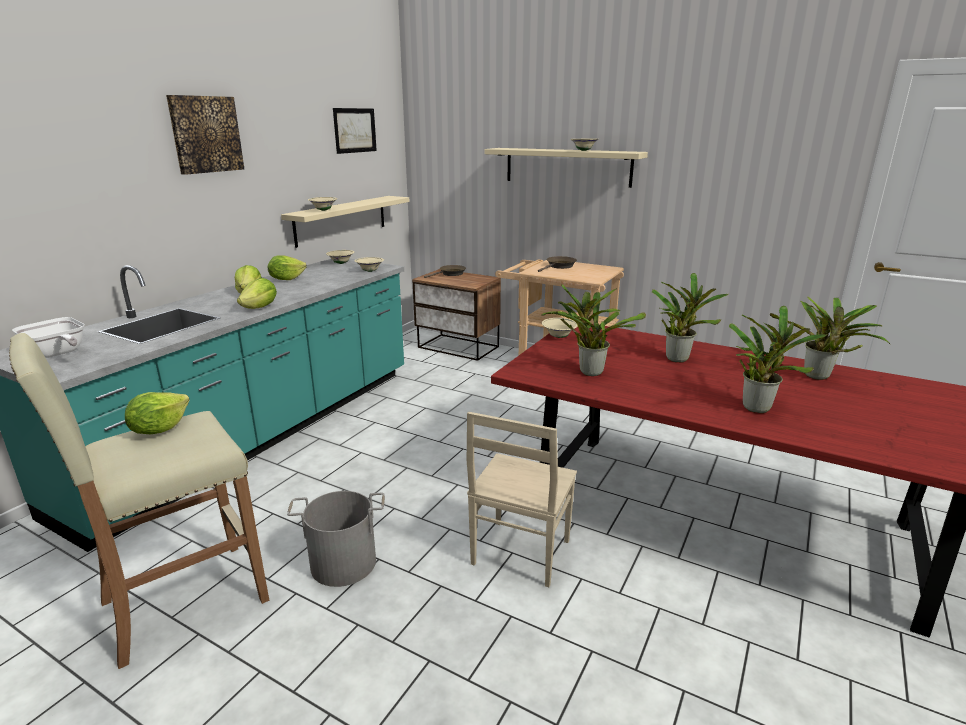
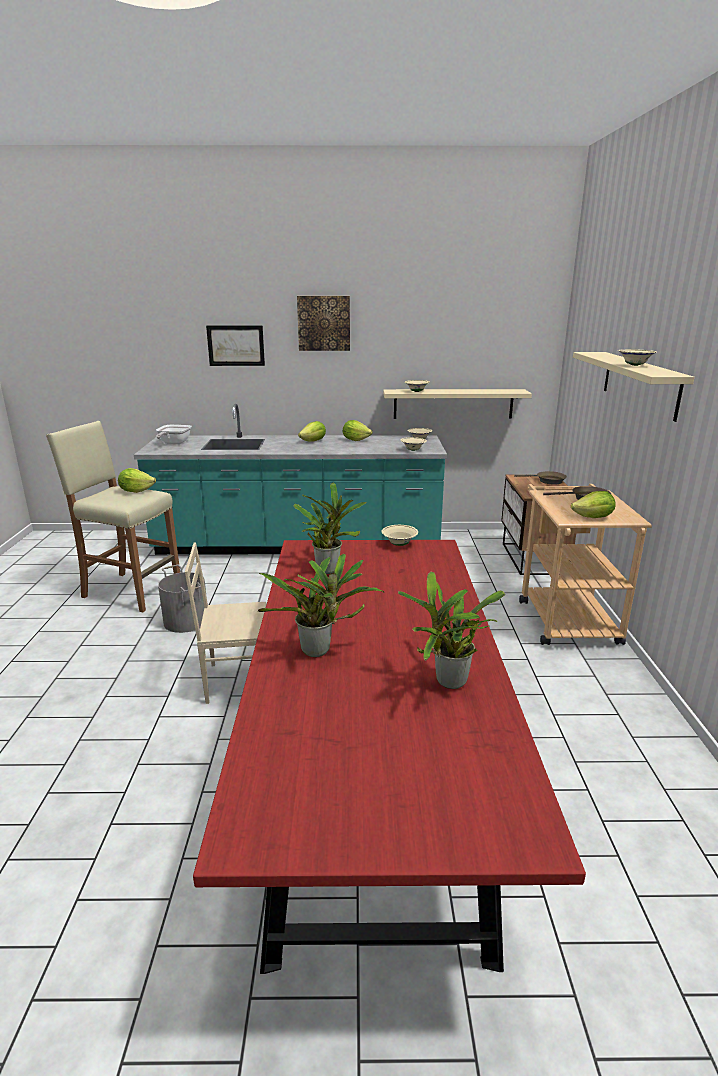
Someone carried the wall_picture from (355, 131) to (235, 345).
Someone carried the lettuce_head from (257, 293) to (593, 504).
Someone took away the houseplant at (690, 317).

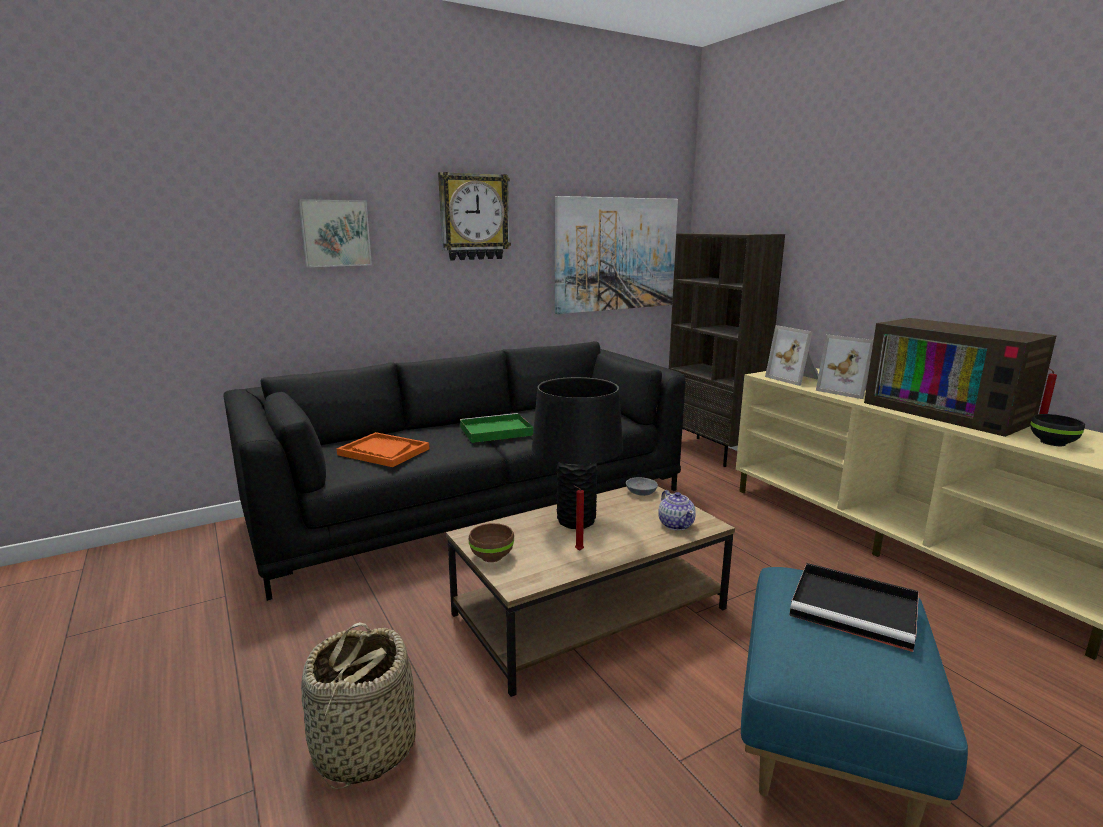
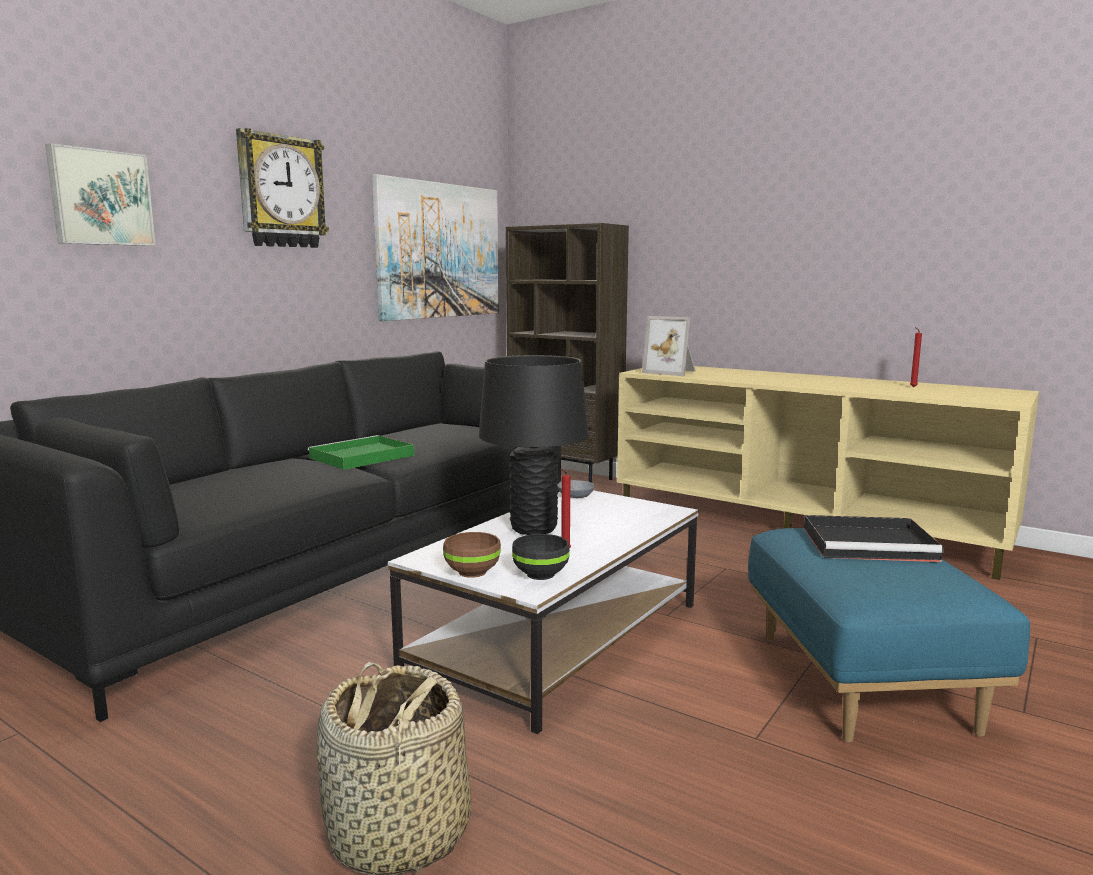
Someone repainted the brown_lounge_table at (590, 591), which became the white_lounge_table at (543, 612).
Someone carried the black_bowl from (1057, 430) to (541, 557).
Someone took away the orangey_tray at (383, 449).
Someone took away the tea_pot at (677, 510).
Someone took away the photo_frame at (845, 366).
Someone took away the television at (960, 377).

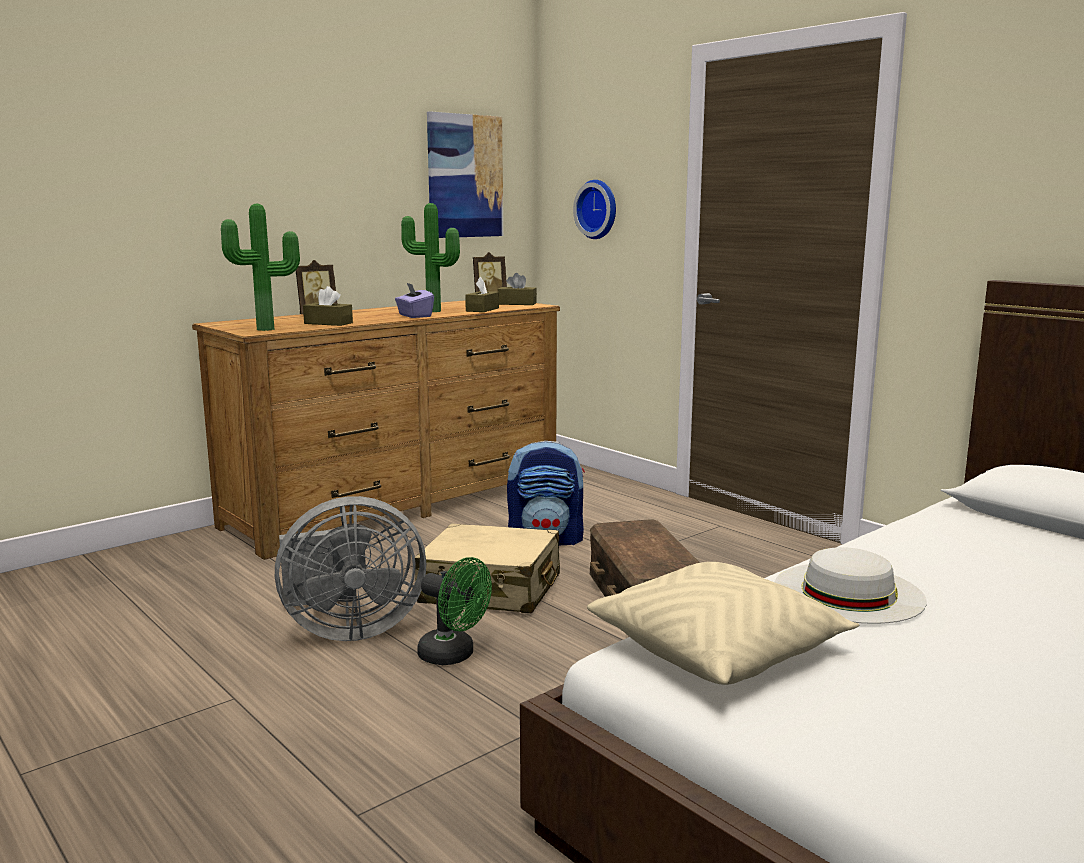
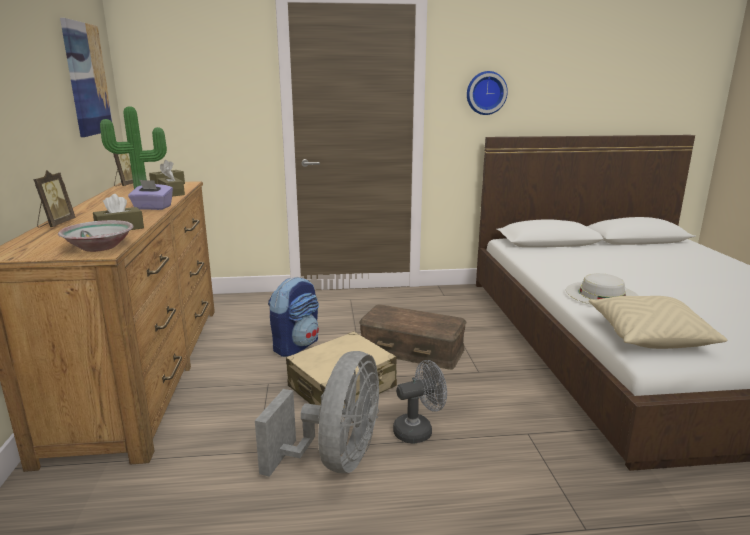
Someone swapped the houseplant at (260, 267) for the bowl at (96, 236).
Someone repainted the green_fan at (454, 611), which became the grey_fan at (420, 402).
Someone carried the wall_clock from (594, 209) to (487, 93).

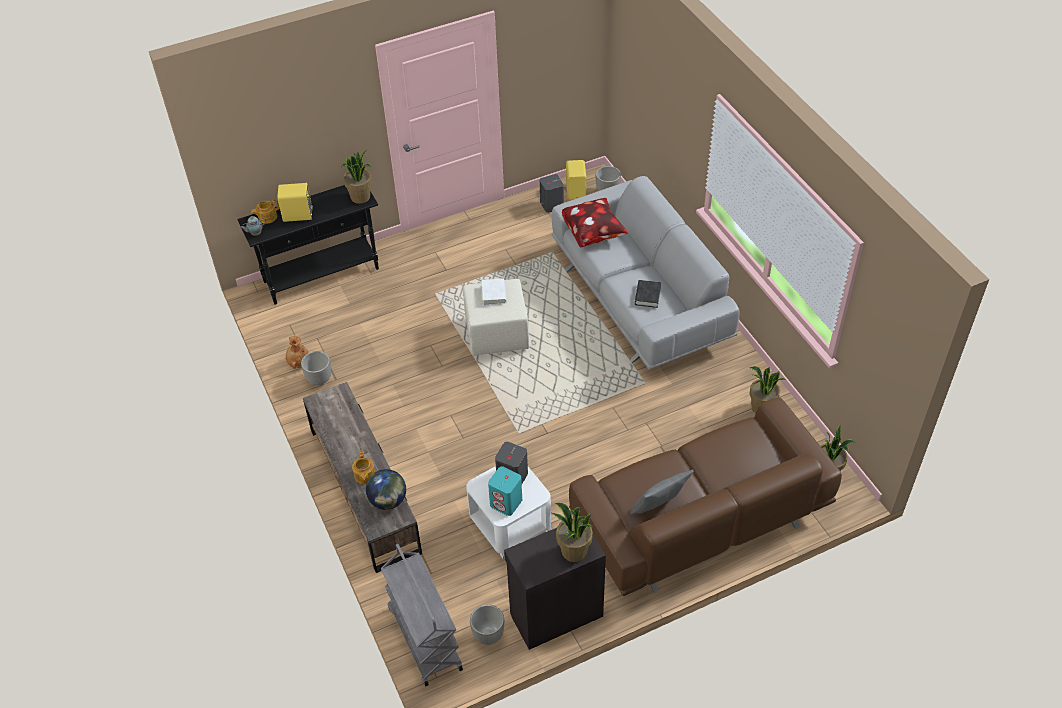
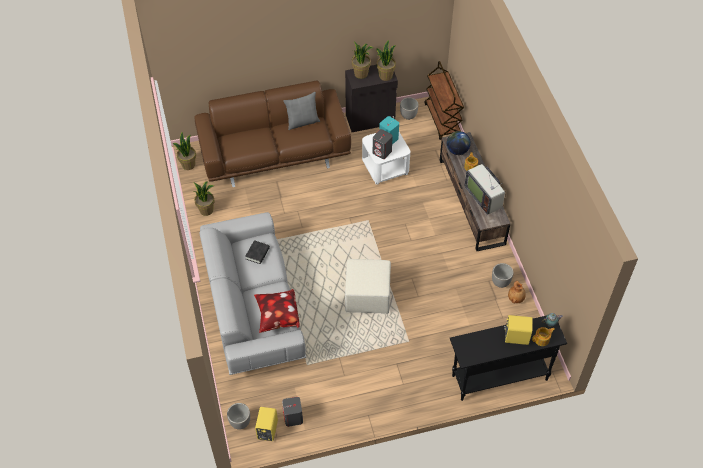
Someone carried the houseplant from (356, 176) to (386, 60).
Someone repainted the grey_trolley at (422, 615), which became the brown_trolley at (444, 100).
Someone put down the television at (484, 189).
Someone took away the white_volume at (494, 291).

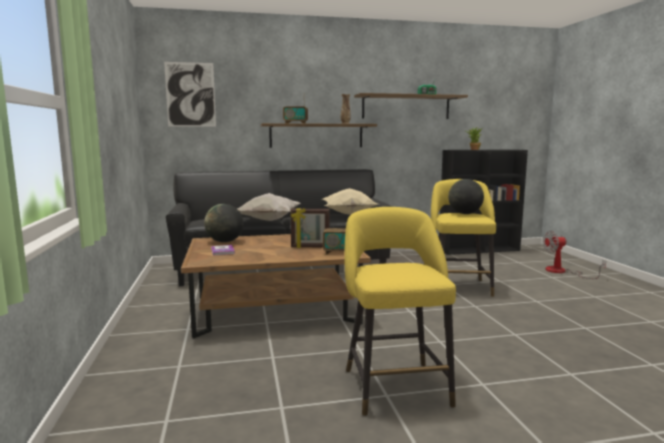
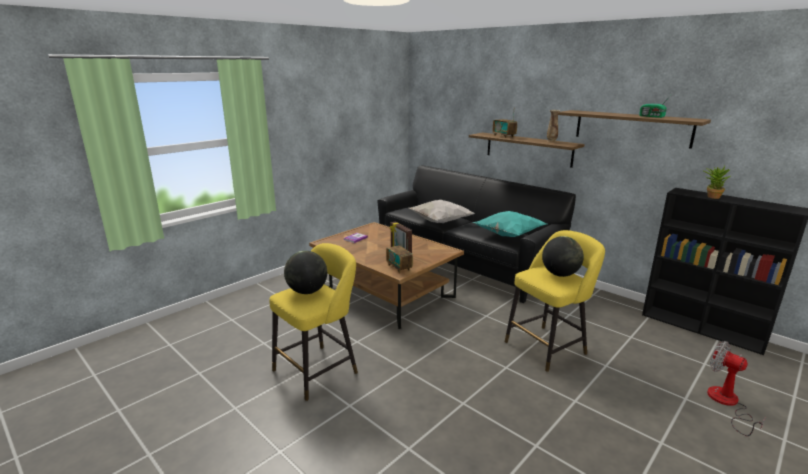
Someone carried the desk_globe from (224, 223) to (305, 272).
Someone repainted the beige_throw_pillow at (350, 201), which became the turquoise_throw_pillow at (509, 224).
Someone took away the wall_picture at (190, 94).

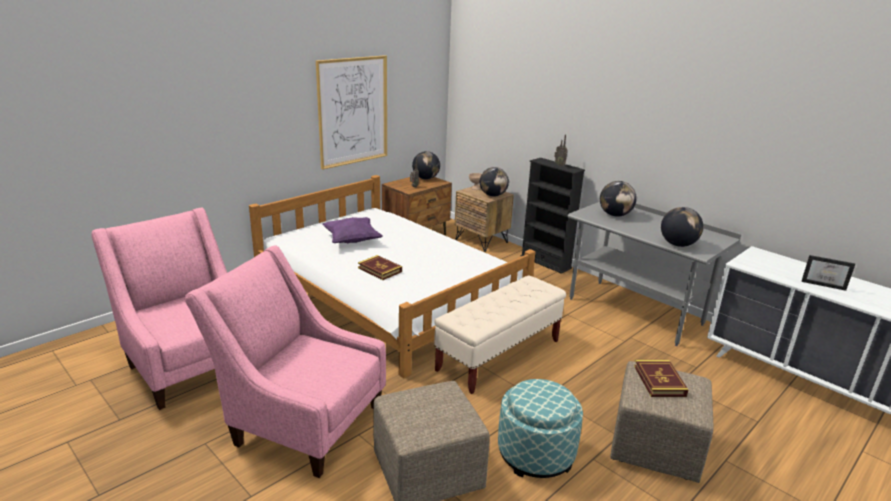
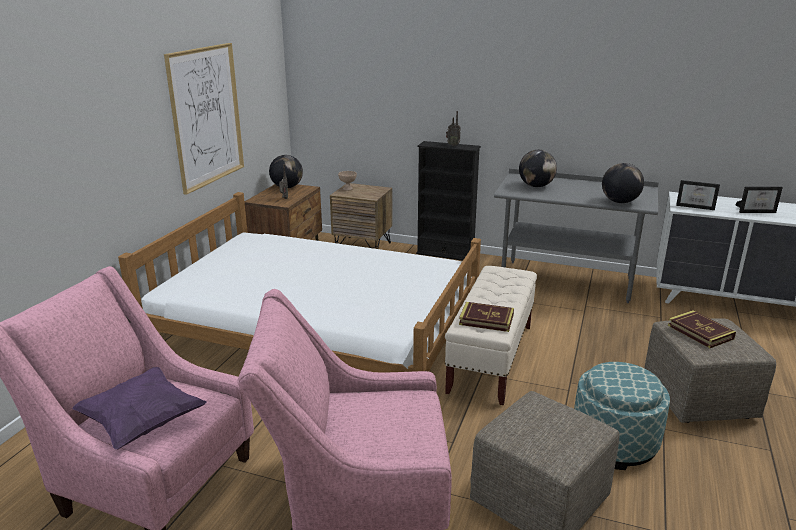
Someone carried the purplish_throw_pillow from (352, 230) to (139, 408).
Someone carried the volume from (380, 267) to (486, 317).
Someone put down the photo_frame at (698, 195).
Someone took away the desk_globe at (494, 182).

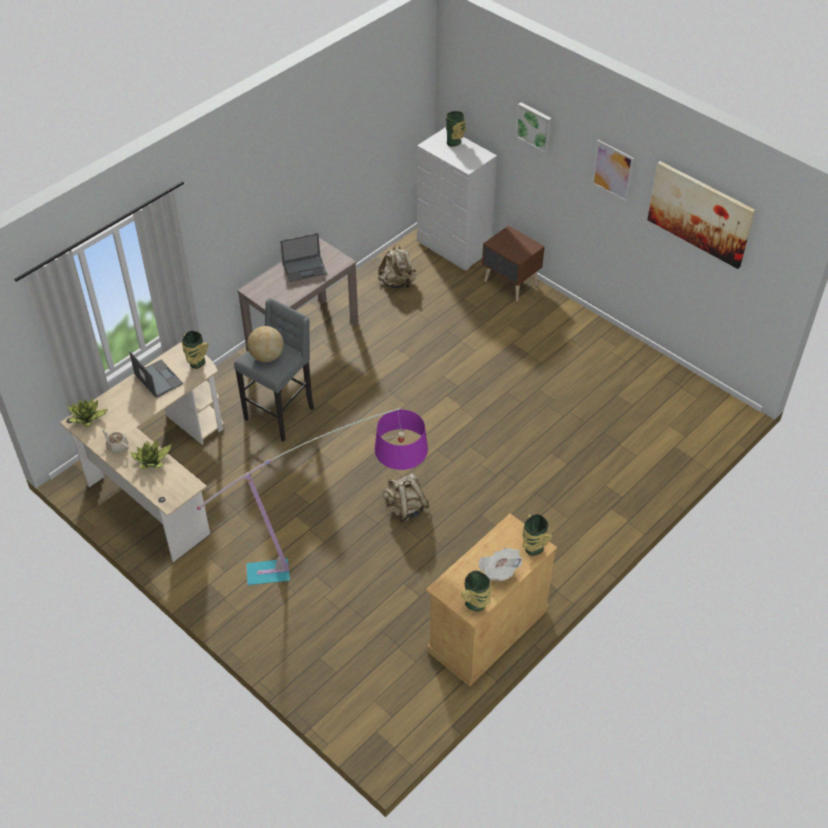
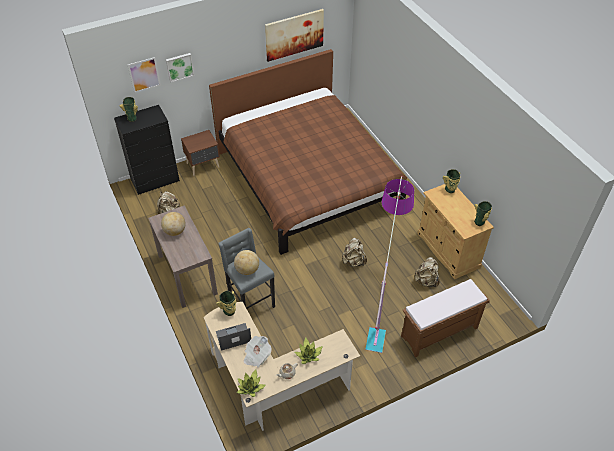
Someone repainted the white_dresser at (457, 199), which became the black_dresser at (147, 150).
Someone carried the wall_picture from (613, 171) to (144, 75).
Someone swapped the notebook_computer at (303, 257) for the desk_globe at (173, 224).
Someone put down the brown_sleeping_bed at (308, 152).
Someone carried the newspaper from (500, 564) to (257, 351).
Someone put down the brown_indoor_bench at (445, 318).
Someone put down the beige_backpack at (427, 272).

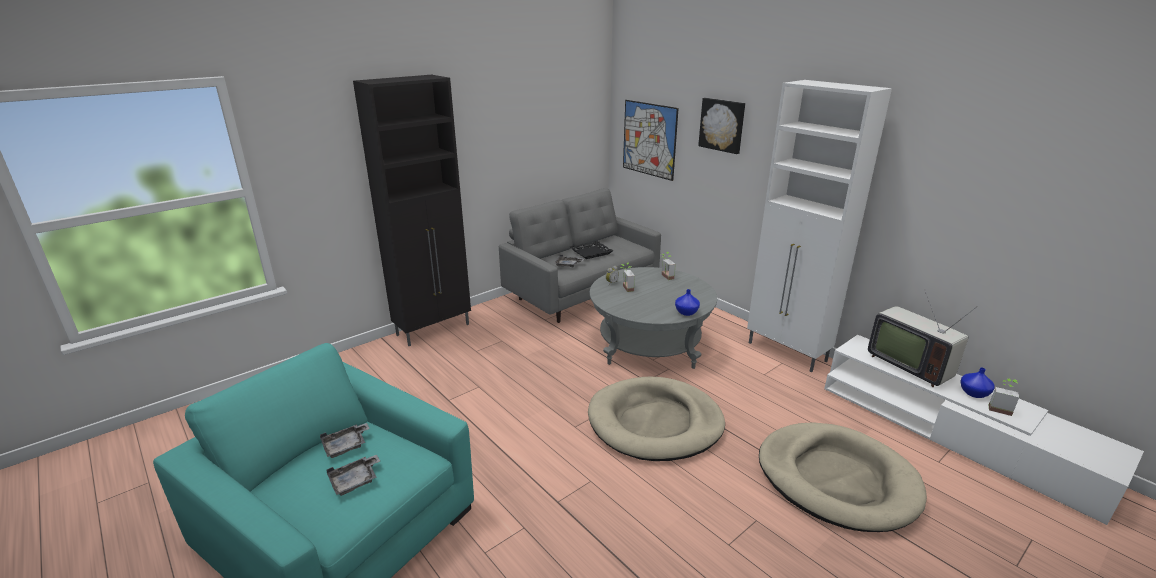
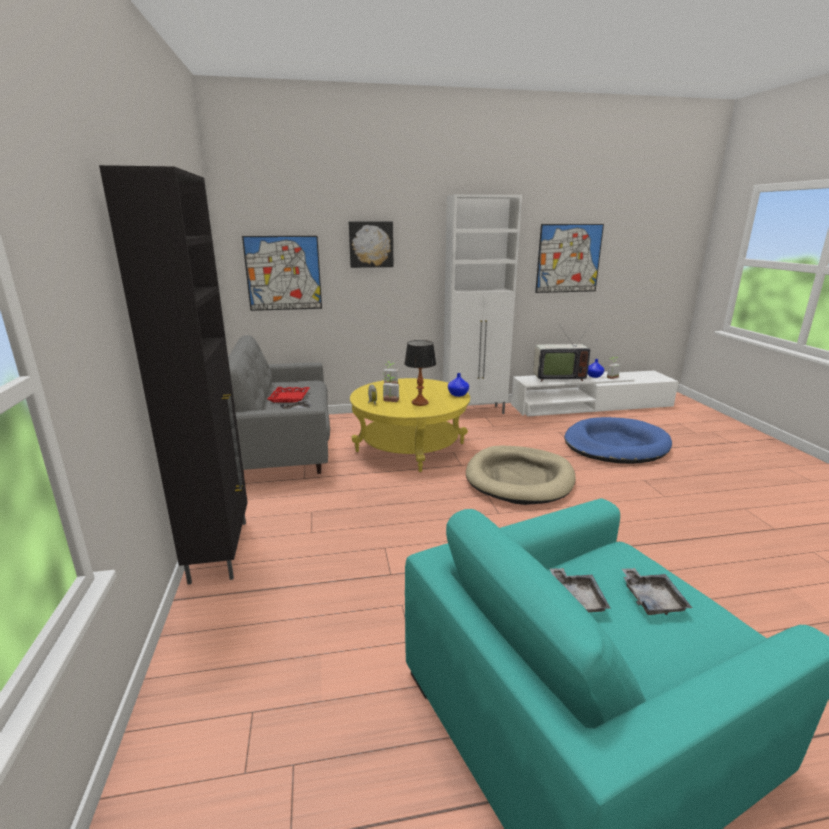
Someone repainted the black_tray at (592, 250), which became the reddish_tray at (289, 394).
Someone repainted the grey_lounge_table at (653, 318), which became the yellow-coloured_lounge_table at (410, 425).
Someone put down the lamp_for_a_table at (420, 373).
Someone put up the wall_picture at (569, 258).
Someone repainted the beige_pet_bed at (843, 477), which became the blue_pet_bed at (618, 440).

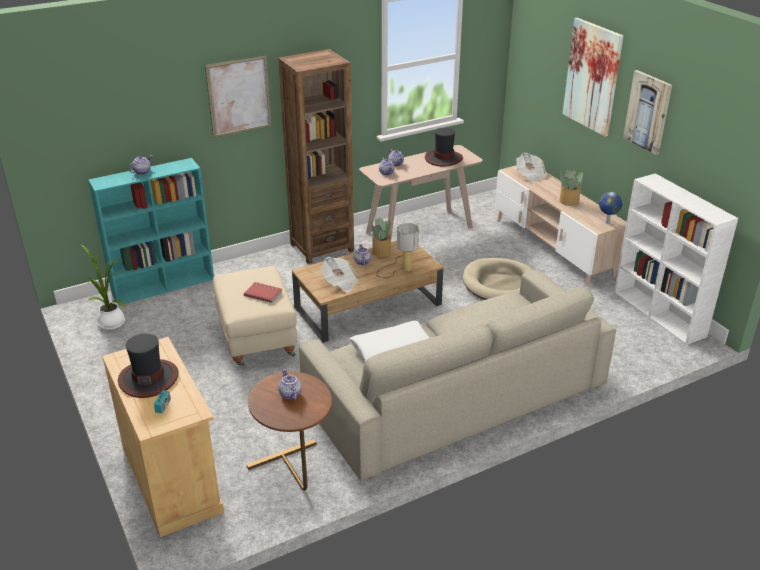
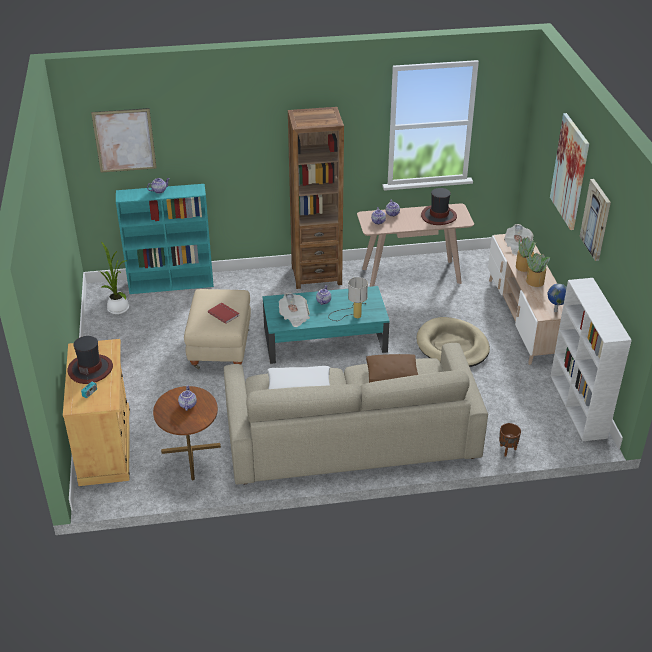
Someone carried the wall_picture from (238, 96) to (124, 140).
Someone repainted the brown_lounge_table at (368, 292), which became the turquoise_lounge_table at (326, 325).
Someone put down the brown_throw_pillow at (392, 368).
Someone put down the brown_flower_pot at (510, 439).
Someone carried the houseplant from (381, 237) to (526, 254).

